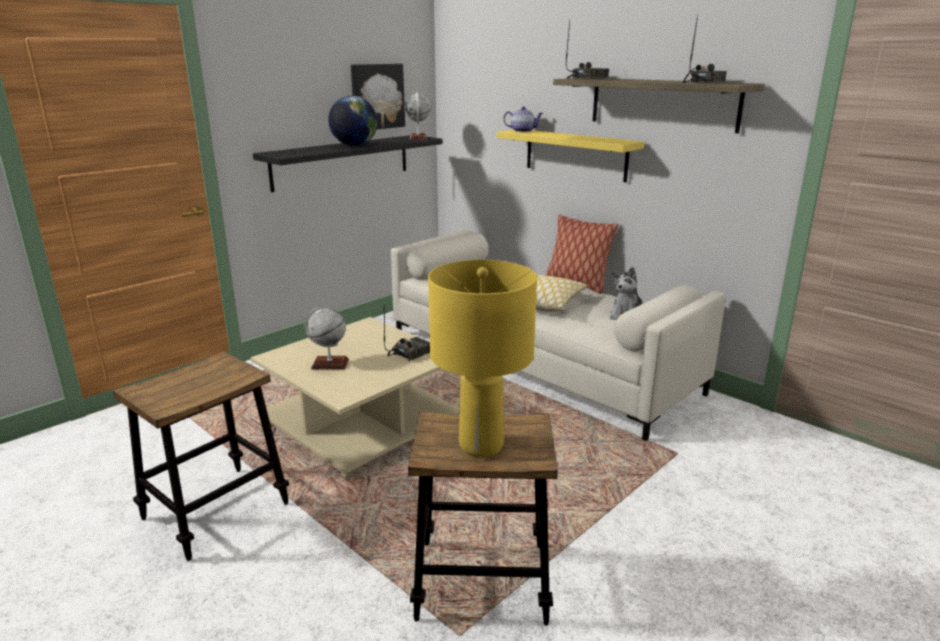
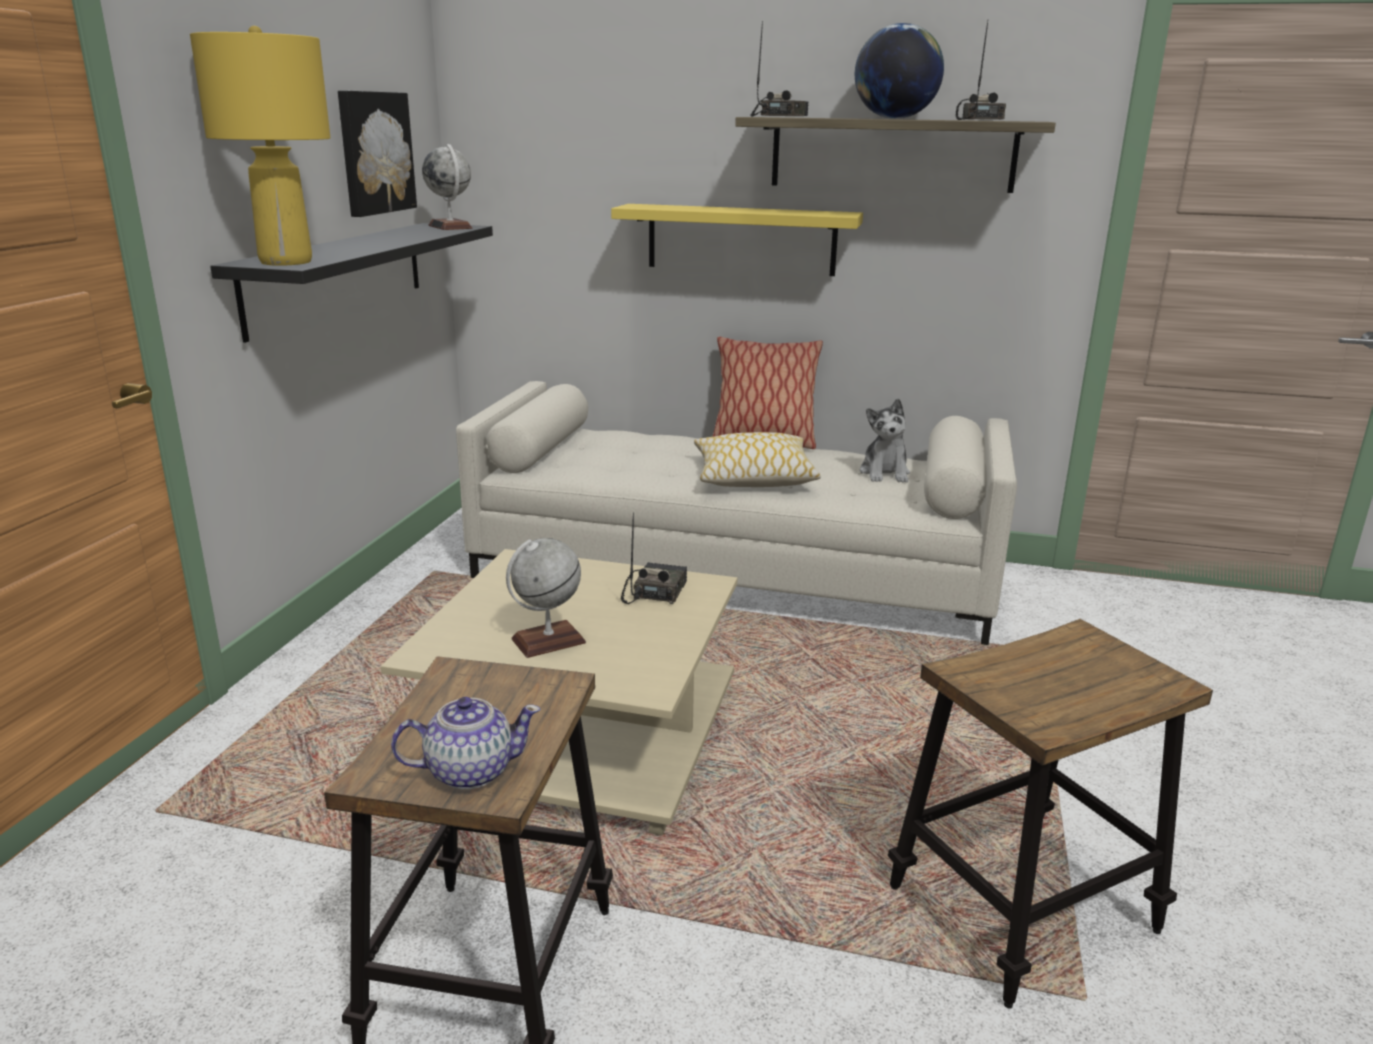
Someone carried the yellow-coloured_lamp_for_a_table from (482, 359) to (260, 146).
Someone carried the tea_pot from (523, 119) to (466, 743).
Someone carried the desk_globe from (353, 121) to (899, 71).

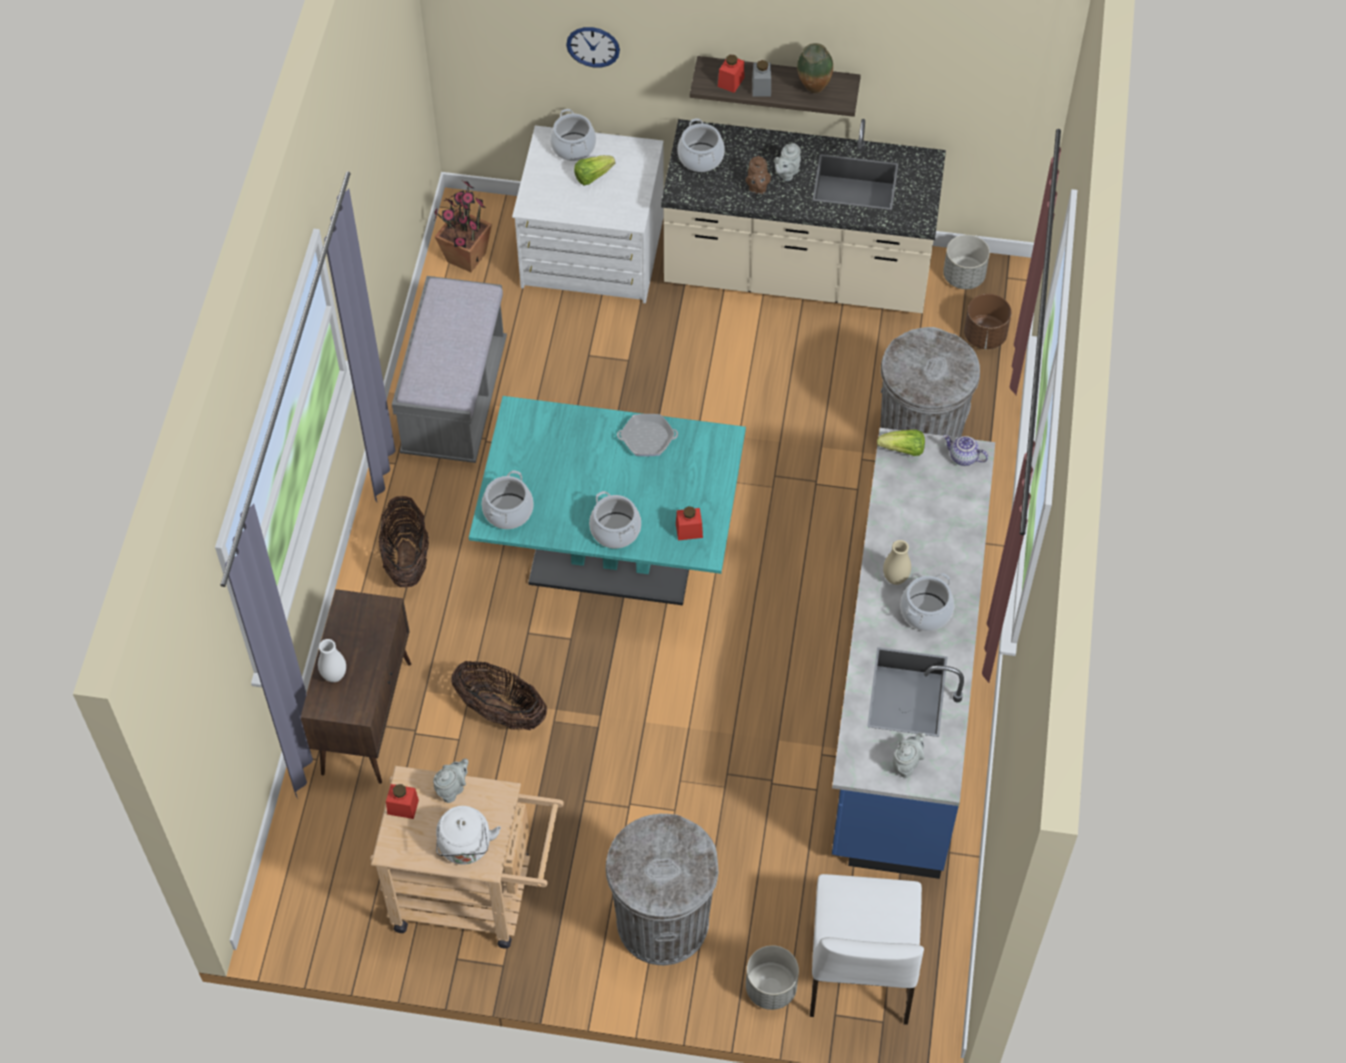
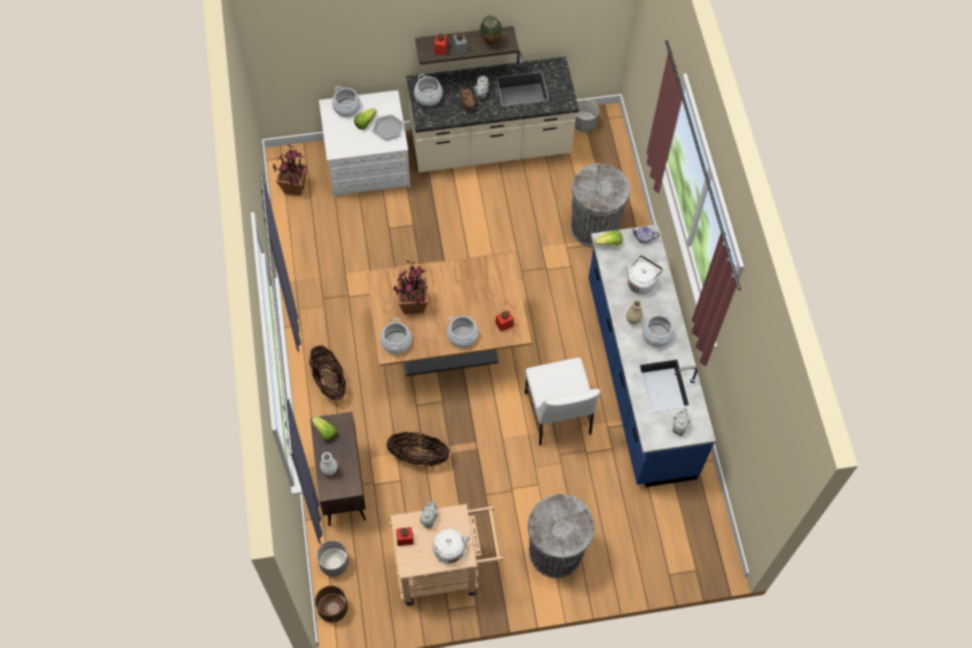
Someone put down the lettuce_head at (325, 428).
Someone carried the brown_flower_pot from (988, 321) to (331, 604).
Someone carried the grey_flower_pot from (772, 977) to (333, 558).
Someone repainted the turquoise_dinner_table at (607, 500), which became the brown_dinner_table at (448, 314).
Someone carried the pan from (647, 435) to (388, 127).
Someone put down the houseplant at (410, 287).
Someone carried the white_chair from (867, 949) to (562, 402).
Someone put down the white_water_kettle at (644, 275).
Someone took away the grey_indoor_bench at (449, 369).
Someone took away the wall_clock at (593, 47).

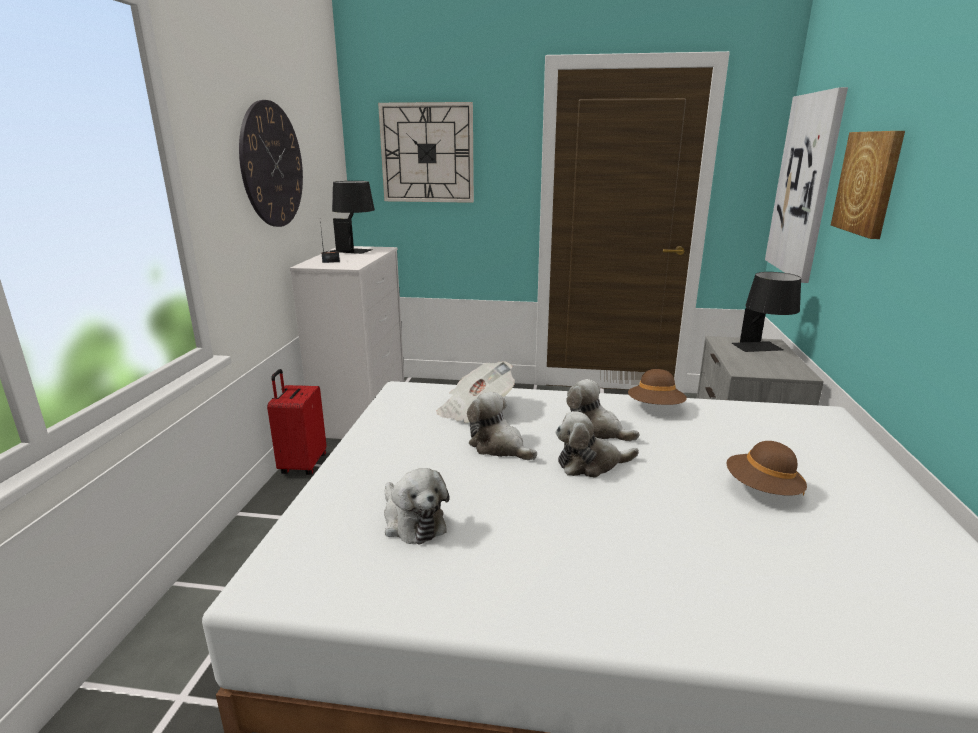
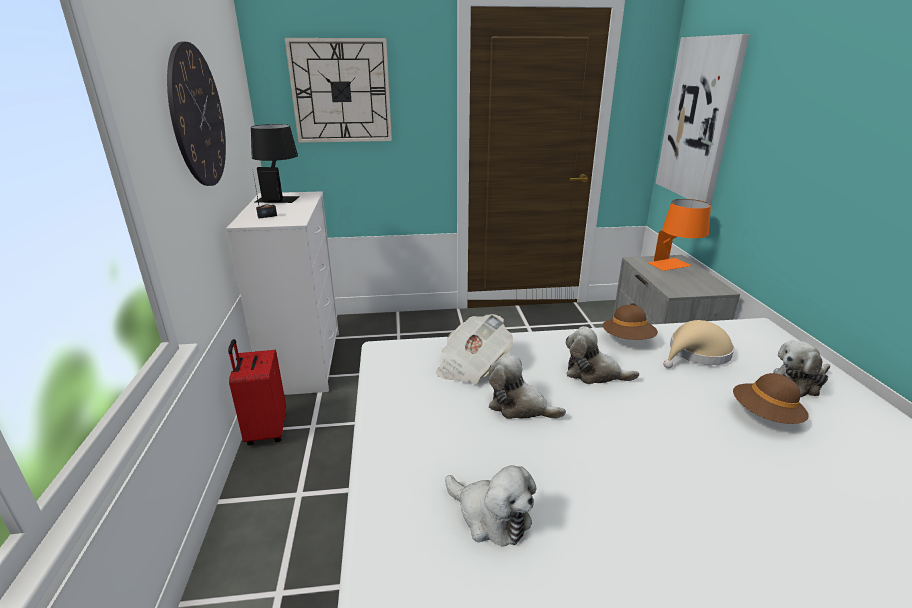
Someone repainted the black_lamp_for_a_table at (766, 312), which became the orangey_lamp_for_a_table at (679, 235).
Someone put down the beige_clothing_hat at (698, 344).
Someone carried the plush_toy from (597, 444) to (801, 369).
Someone took away the wall_picture at (868, 185).

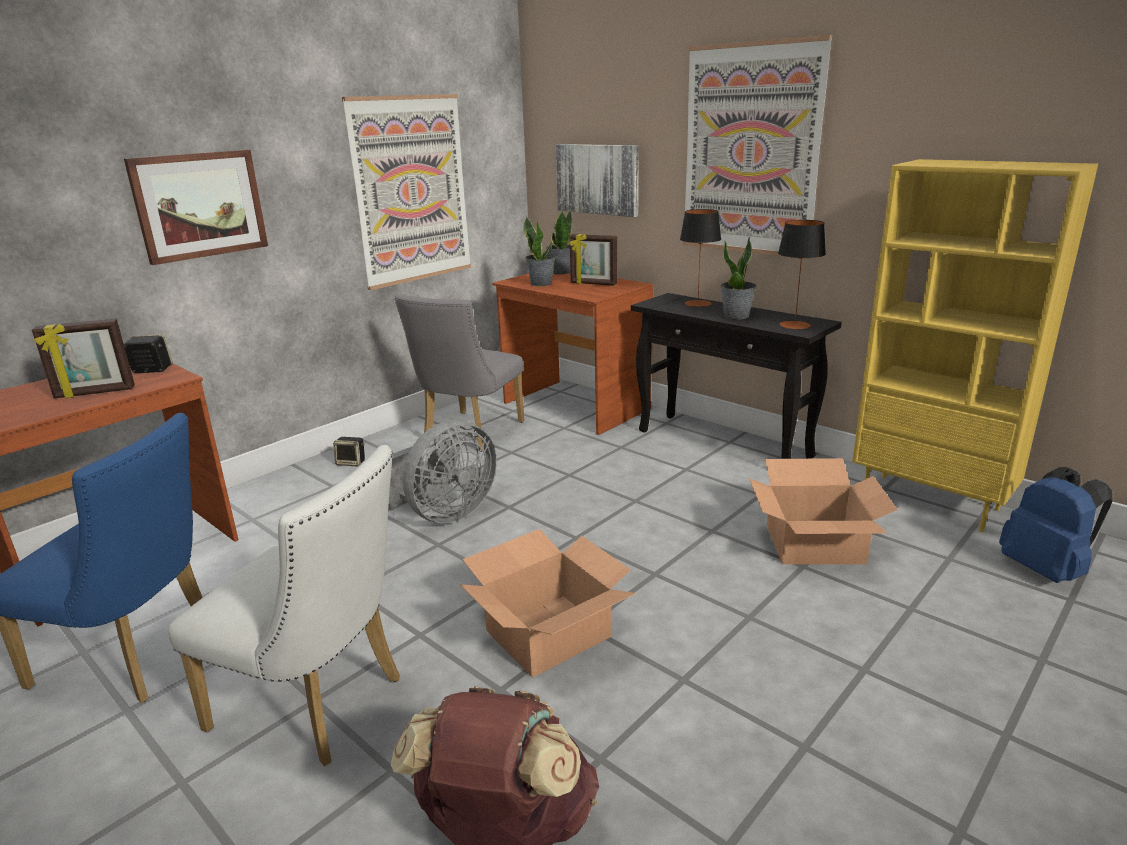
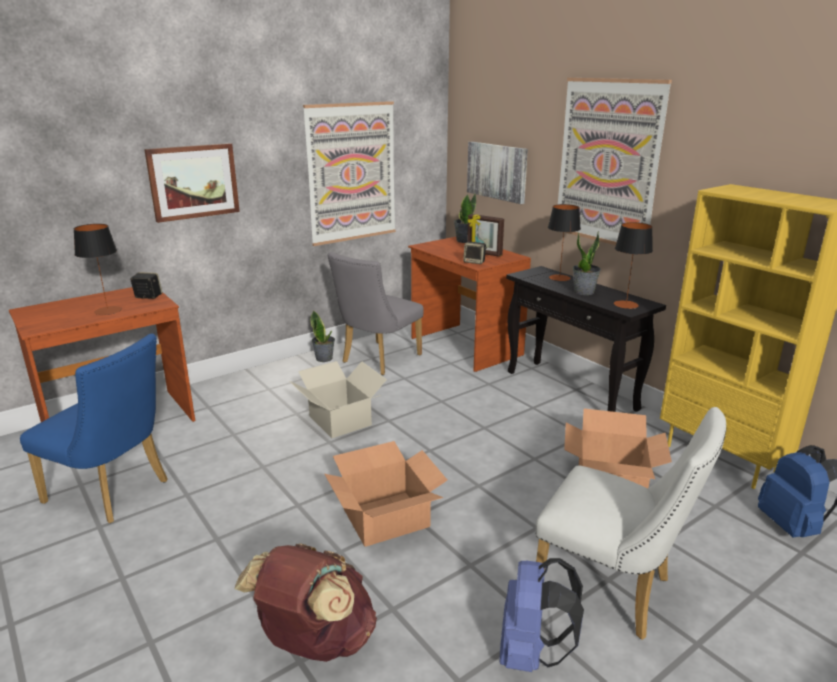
Someone swapped the photo_frame at (83, 359) for the lamp_for_a_table at (98, 269).
Someone swapped the grey_fan at (442, 471) for the cardboard_box at (338, 399).
Someone carried the houseplant from (539, 251) to (322, 336).
Someone carried the loudspeaker from (349, 451) to (475, 253).
Someone put down the blue_backpack at (541, 615).
Someone carried the white_chair from (284, 605) to (630, 523).

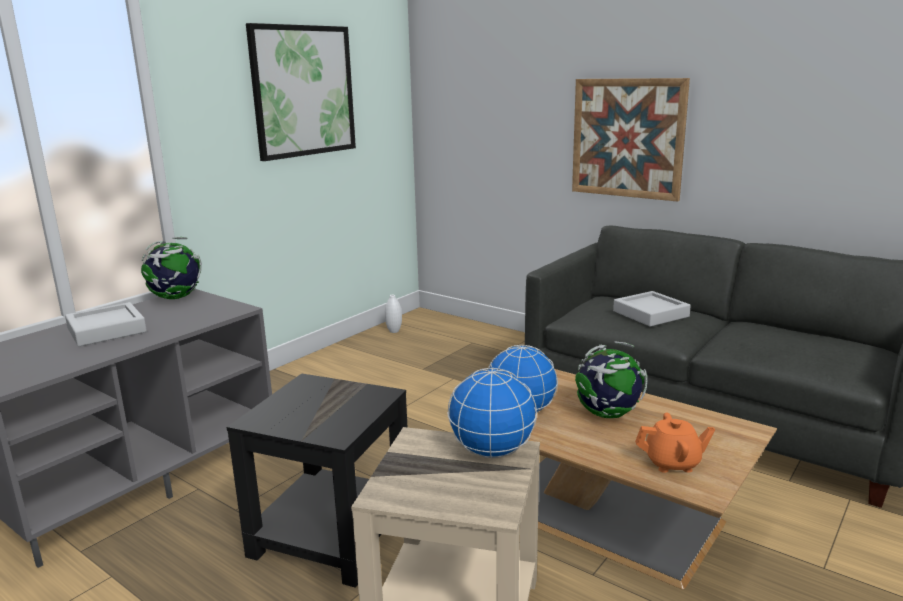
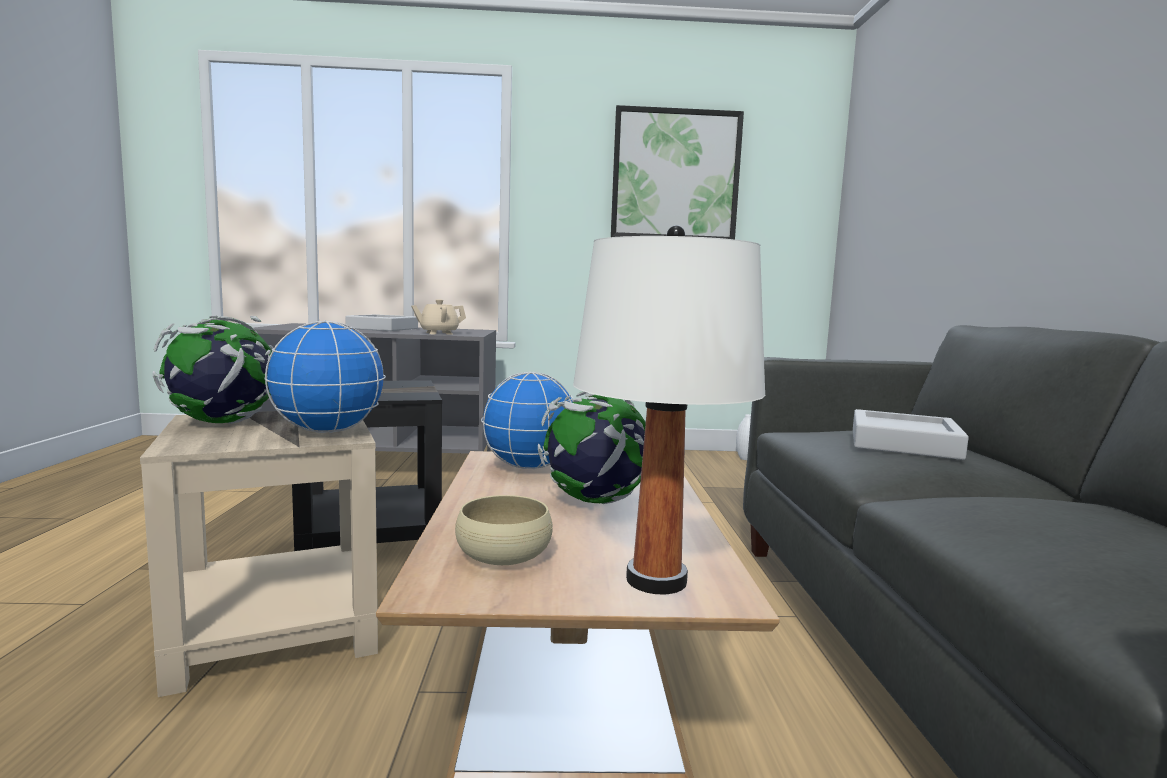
Someone carried the desk_globe from (171, 268) to (212, 369).
Someone put down the beige_tea_pot at (438, 317).
Someone swapped the orangey_tea_pot at (675, 443) for the beige_bowl at (504, 530).
Someone put down the white_lamp_for_a_table at (669, 409).
Someone took away the wall_picture at (631, 140).

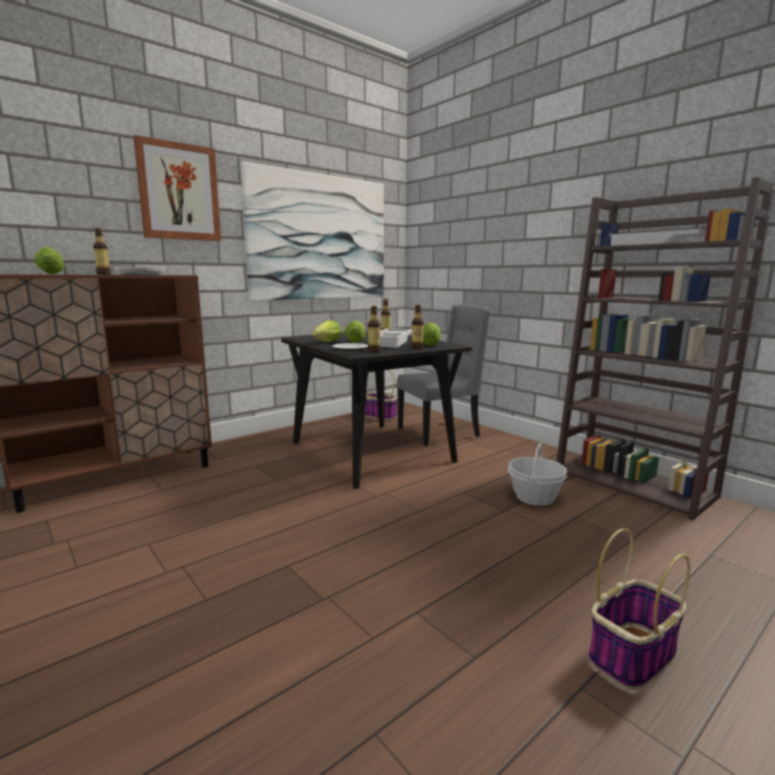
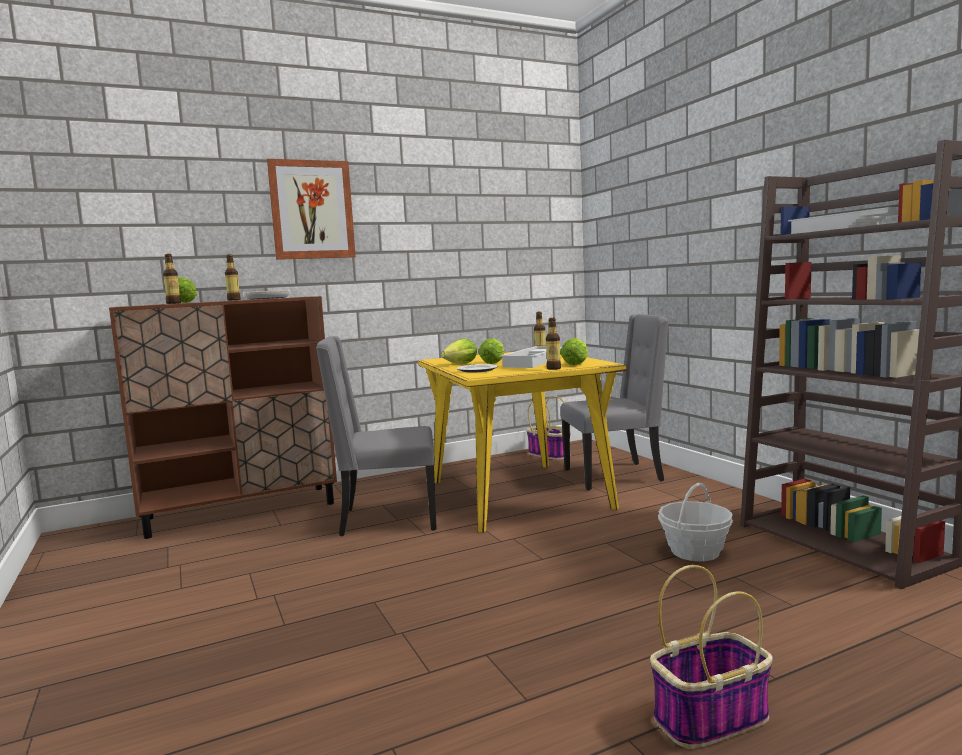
Someone carried the drink_bottle from (374, 329) to (172, 279).
Someone put down the grey_chair at (376, 436).
Someone repainted the black_dinner_table at (376, 410), which became the yellow-coloured_dinner_table at (522, 442).
Someone took away the wall_picture at (312, 231).

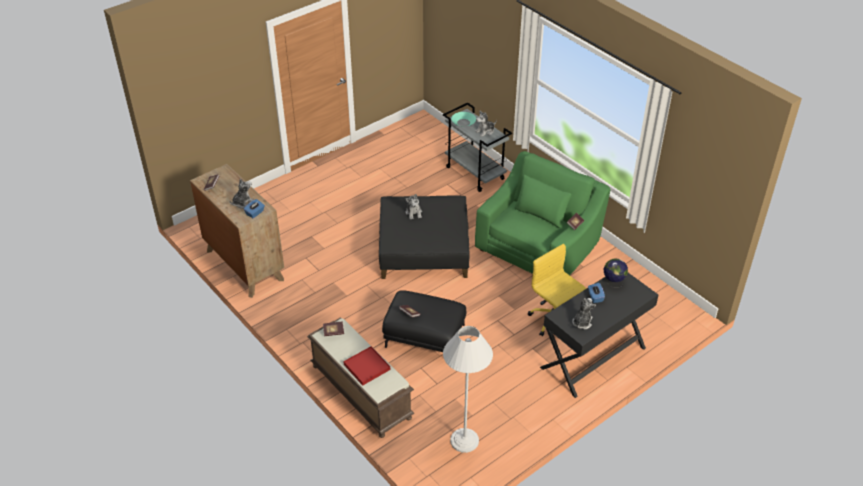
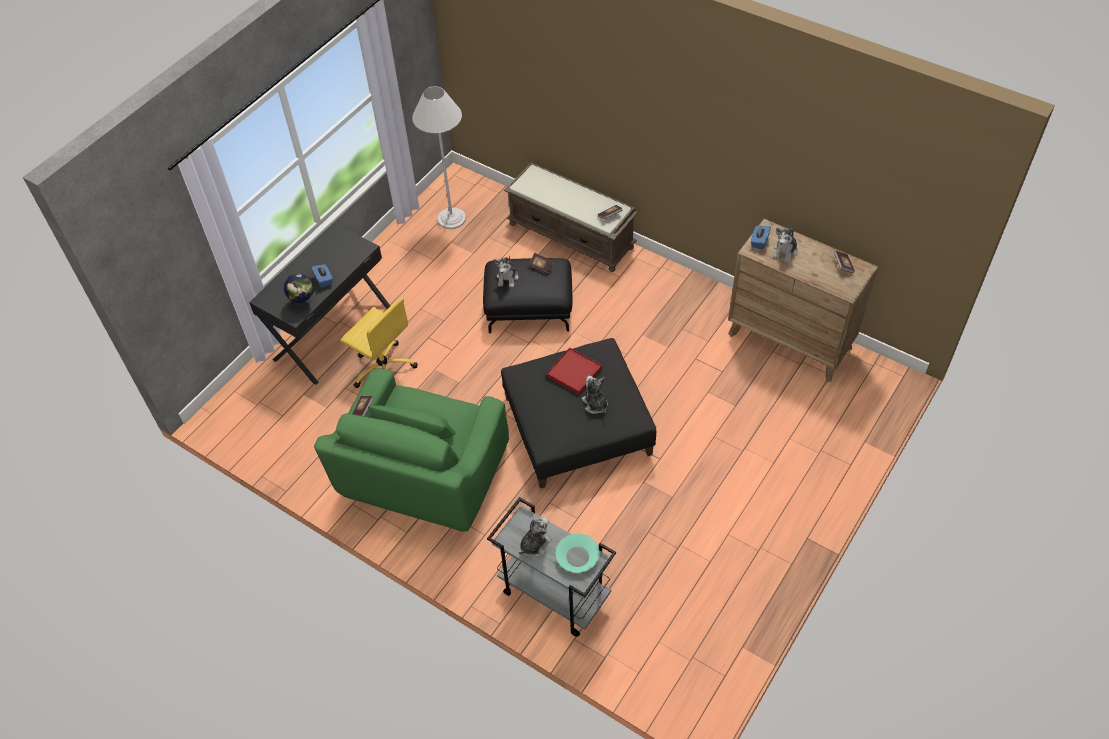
Someone carried the plush_toy from (584, 313) to (506, 272).
Someone carried the reddish_tray from (366, 366) to (574, 371).

